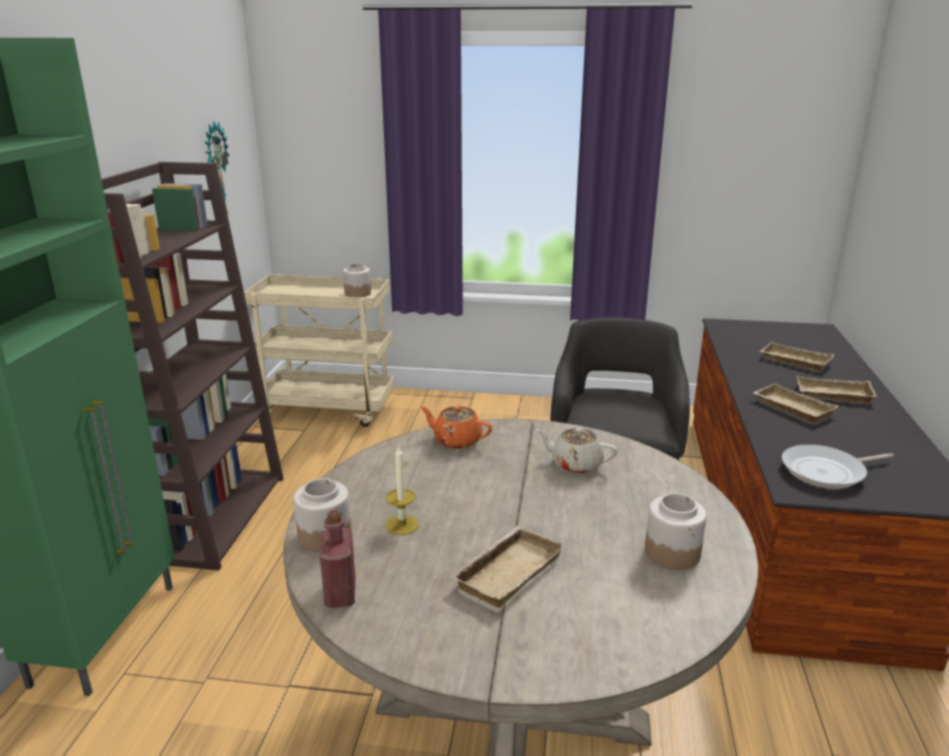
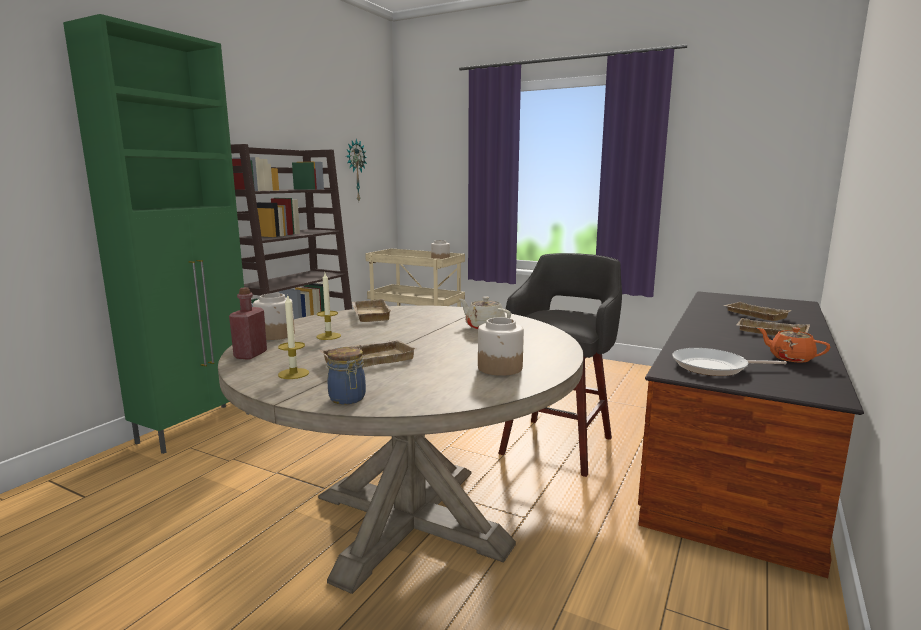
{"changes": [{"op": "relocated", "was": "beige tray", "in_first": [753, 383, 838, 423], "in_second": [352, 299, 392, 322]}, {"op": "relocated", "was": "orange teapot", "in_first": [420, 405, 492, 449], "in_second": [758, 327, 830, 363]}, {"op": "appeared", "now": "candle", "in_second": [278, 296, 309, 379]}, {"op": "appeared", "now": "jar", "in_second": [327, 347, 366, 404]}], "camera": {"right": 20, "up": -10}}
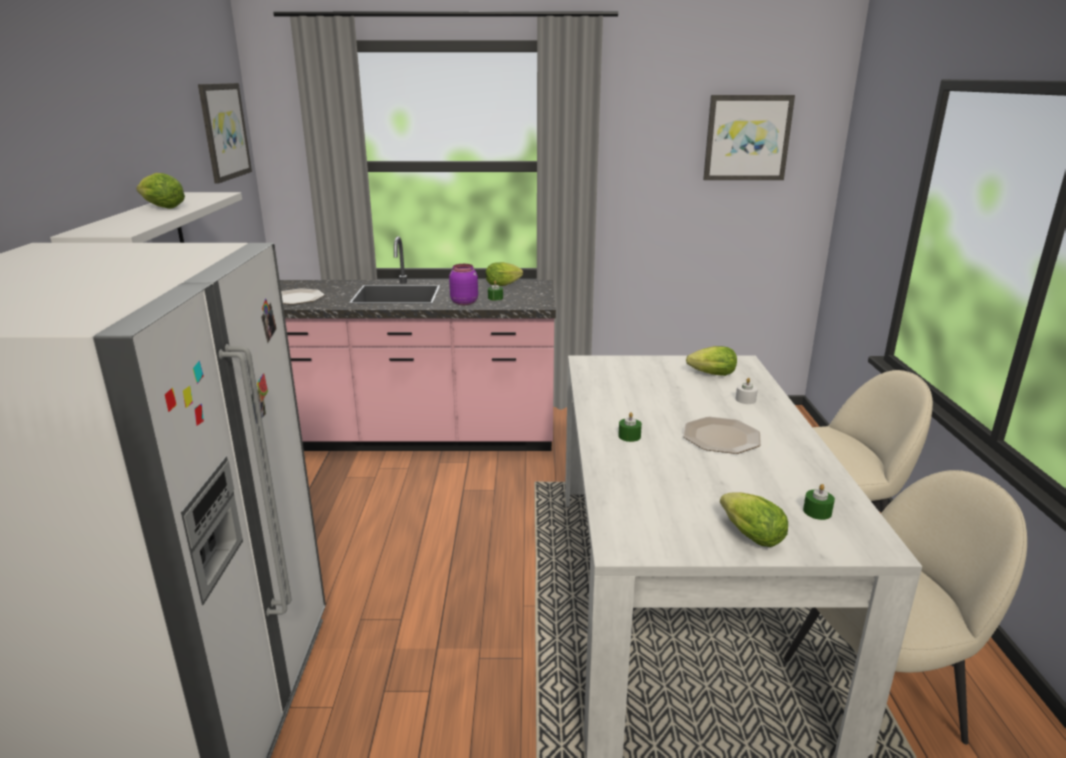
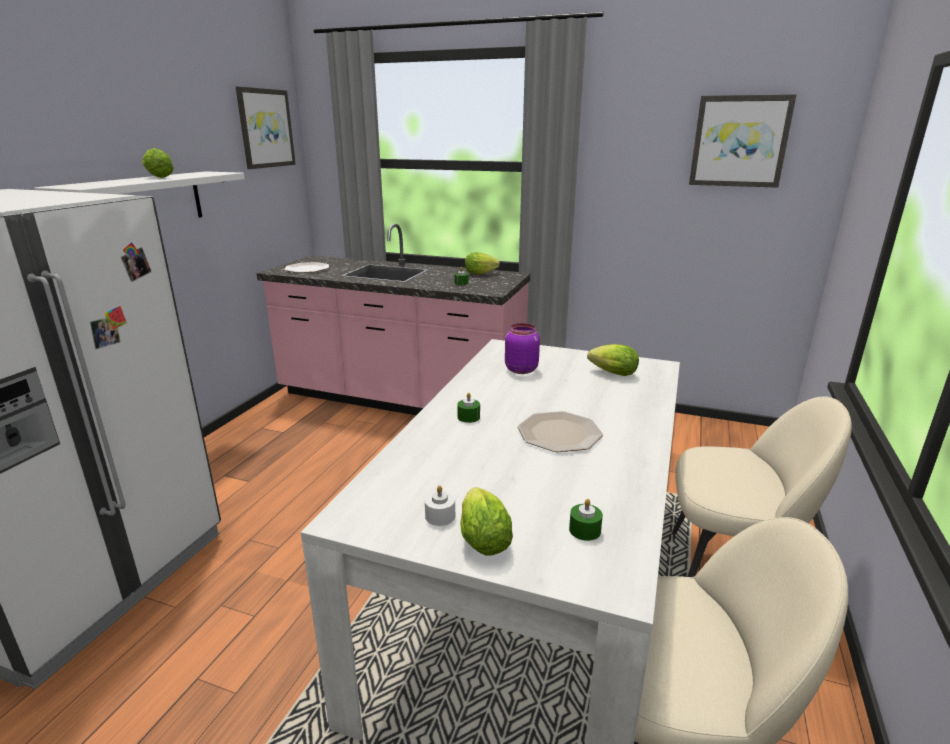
{"changes": [{"op": "relocated", "was": "purple jar", "in_first": [449, 264, 478, 305], "in_second": [505, 323, 540, 374]}, {"op": "relocated", "was": "white candle", "in_first": [736, 378, 758, 404], "in_second": [425, 485, 455, 526]}], "camera": {"right": 20, "up": 0}}
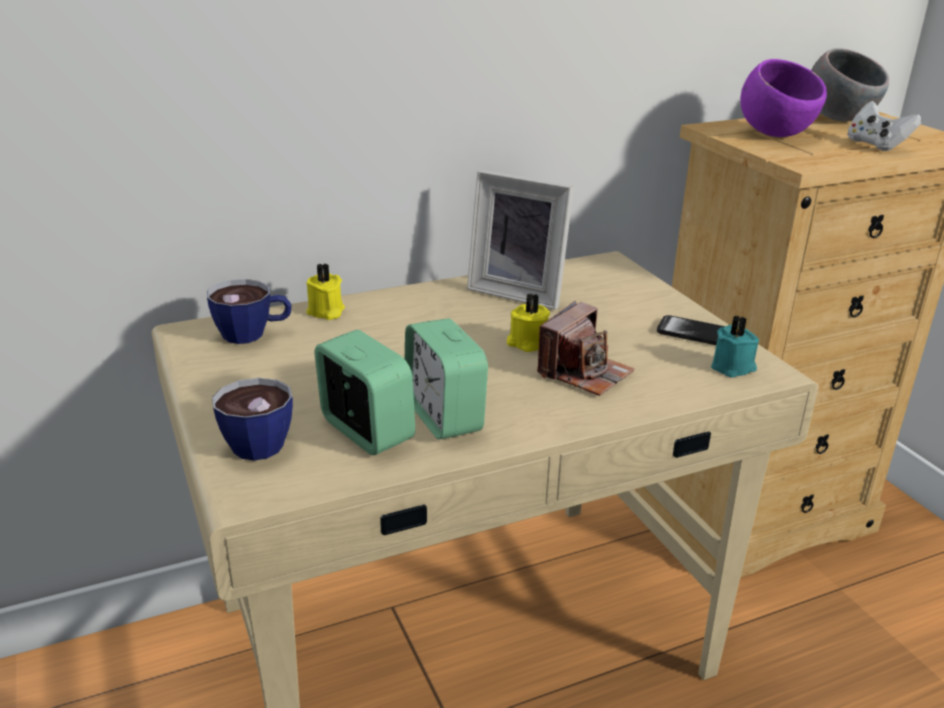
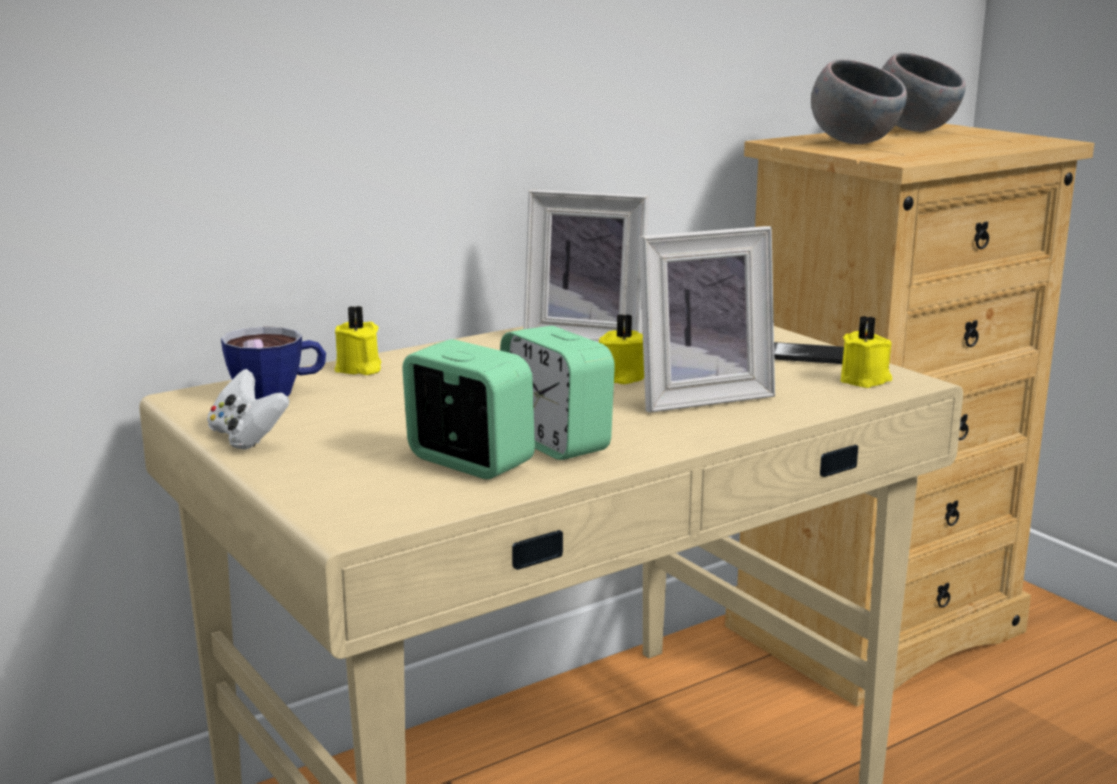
{"changes": [{"op": "colour", "was": "purple bowl", "now": "grey bowl", "in_first": [740, 59, 827, 137], "in_second": [811, 59, 907, 144]}, {"op": "relocated", "was": "white game controller", "in_first": [847, 101, 921, 151], "in_second": [207, 369, 290, 450]}, {"op": "exchanged", "was": "photo camera", "now": "picture frame", "in_first": [537, 301, 634, 396], "in_second": [639, 226, 775, 413]}, {"op": "colour", "was": "turquoise candle", "now": "yellow candle", "in_first": [711, 316, 759, 378], "in_second": [841, 316, 892, 388]}, {"op": "missing", "was": "cup", "in_first": [212, 378, 293, 461]}], "camera": {"right": -10, "up": -10}}
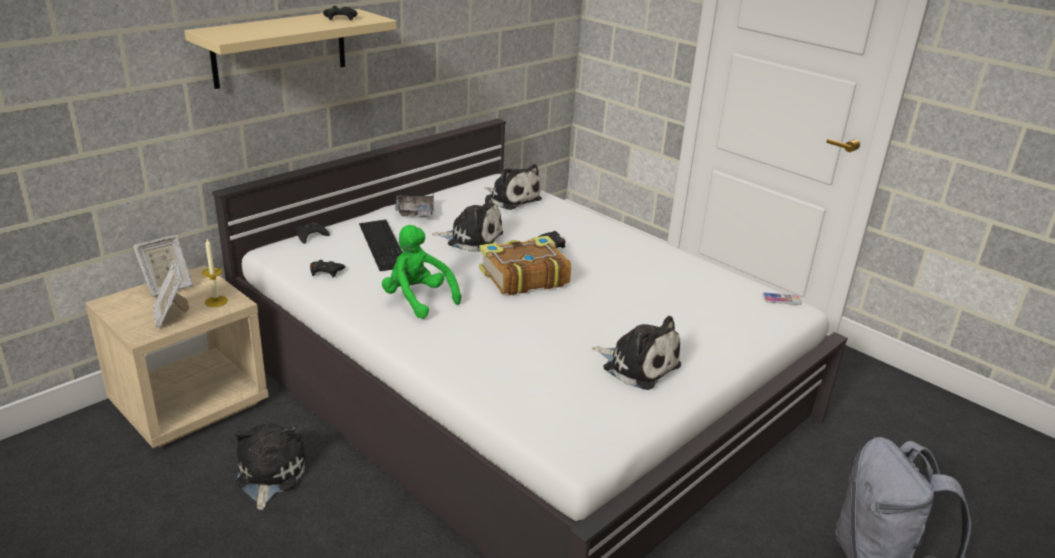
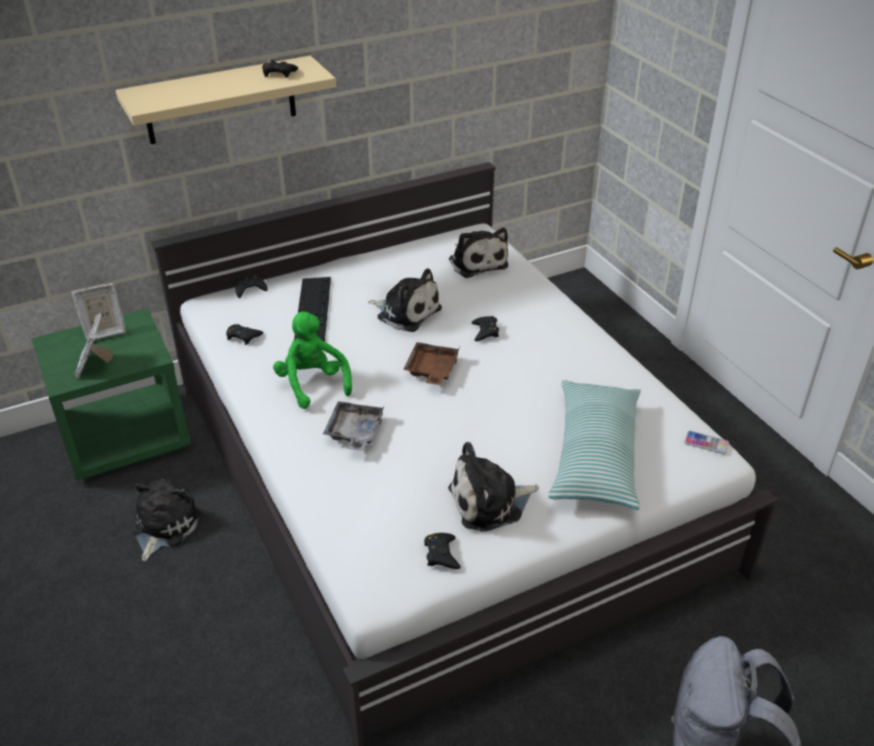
{"changes": [{"op": "relocated", "was": "grey tray", "in_first": [395, 193, 434, 217], "in_second": [323, 401, 384, 451]}, {"op": "exchanged", "was": "book", "now": "brown tray", "in_first": [479, 236, 571, 295], "in_second": [403, 342, 459, 385]}, {"op": "missing", "was": "candle", "in_first": [202, 239, 228, 307]}, {"op": "colour", "was": "beige nightstand", "now": "green nightstand", "in_first": [85, 265, 269, 448], "in_second": [32, 308, 191, 480]}, {"op": "spun", "was": "plush toy", "in_first": [592, 316, 681, 390], "in_second": [448, 442, 539, 532], "clockwise": 105}, {"op": "appeared", "now": "pillow", "in_second": [548, 380, 641, 510]}, {"op": "appeared", "now": "black game controller", "in_second": [424, 533, 461, 569]}], "camera": {"right": 20, "up": 10}}
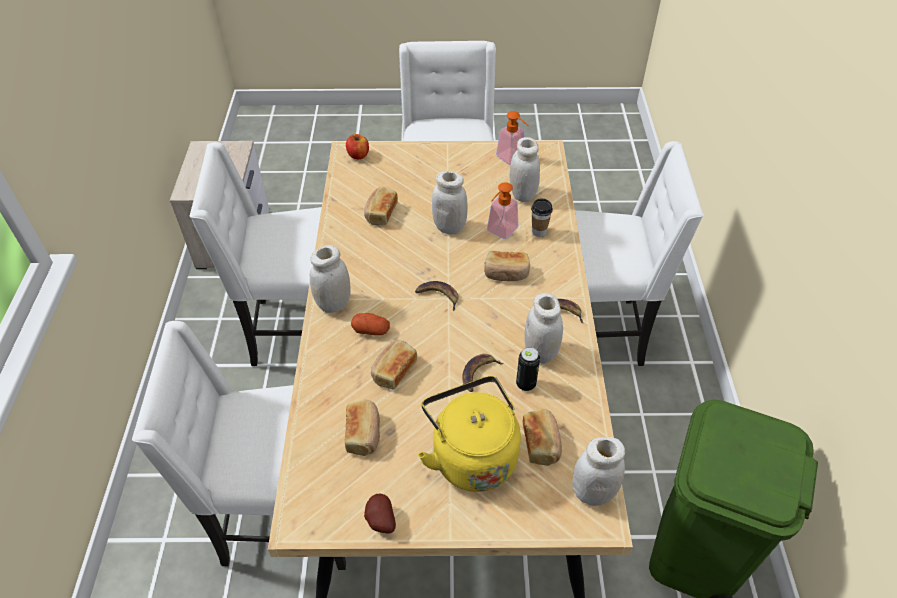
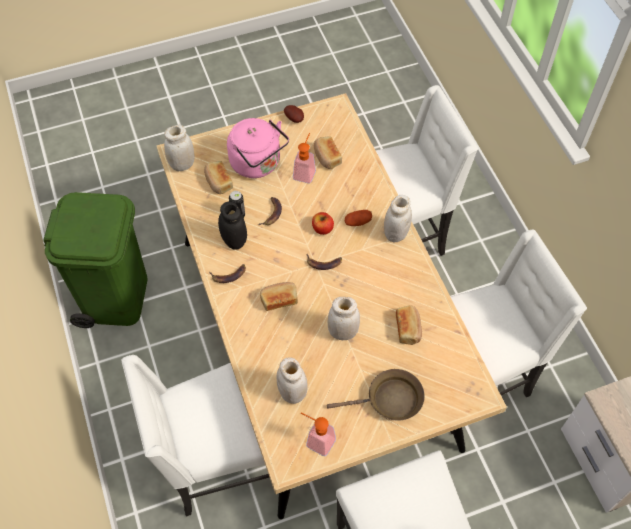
{"changes": [{"op": "relocated", "was": "apple", "in_first": [346, 134, 369, 159], "in_second": [312, 212, 334, 235]}, {"op": "relocated", "was": "soap dispenser", "in_first": [487, 182, 519, 239], "in_second": [293, 133, 316, 183]}, {"op": "missing", "was": "cup", "in_first": [531, 198, 553, 237]}, {"op": "colour", "was": "white jar", "now": "black jar", "in_first": [524, 293, 563, 363], "in_second": [218, 201, 247, 250]}, {"op": "missing", "was": "bread", "in_first": [371, 340, 417, 389]}, {"op": "colour", "was": "yellow kettle", "now": "pink kettle", "in_first": [418, 376, 521, 492], "in_second": [227, 118, 289, 178]}, {"op": "appeared", "now": "brown frying pan", "in_second": [327, 369, 425, 421]}], "camera": {"right": 160, "up": 10}}
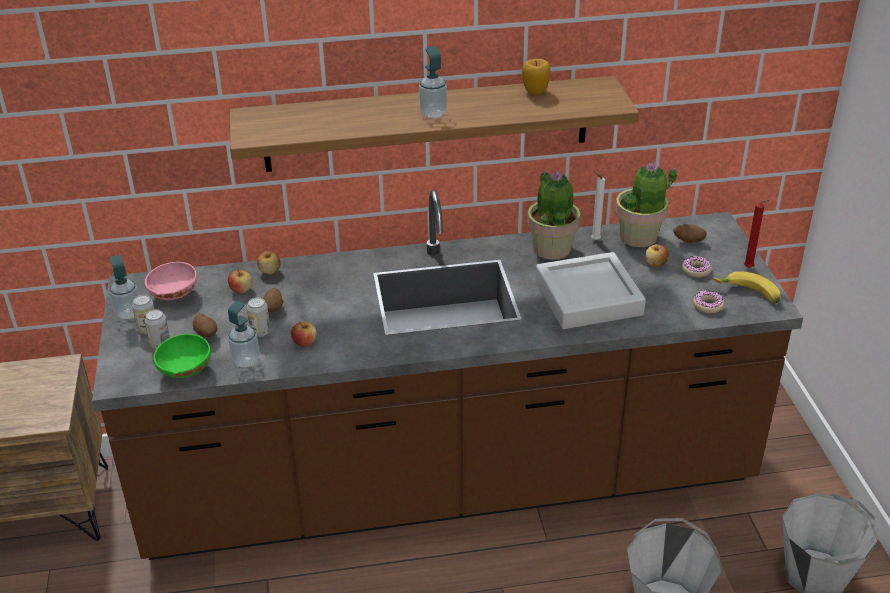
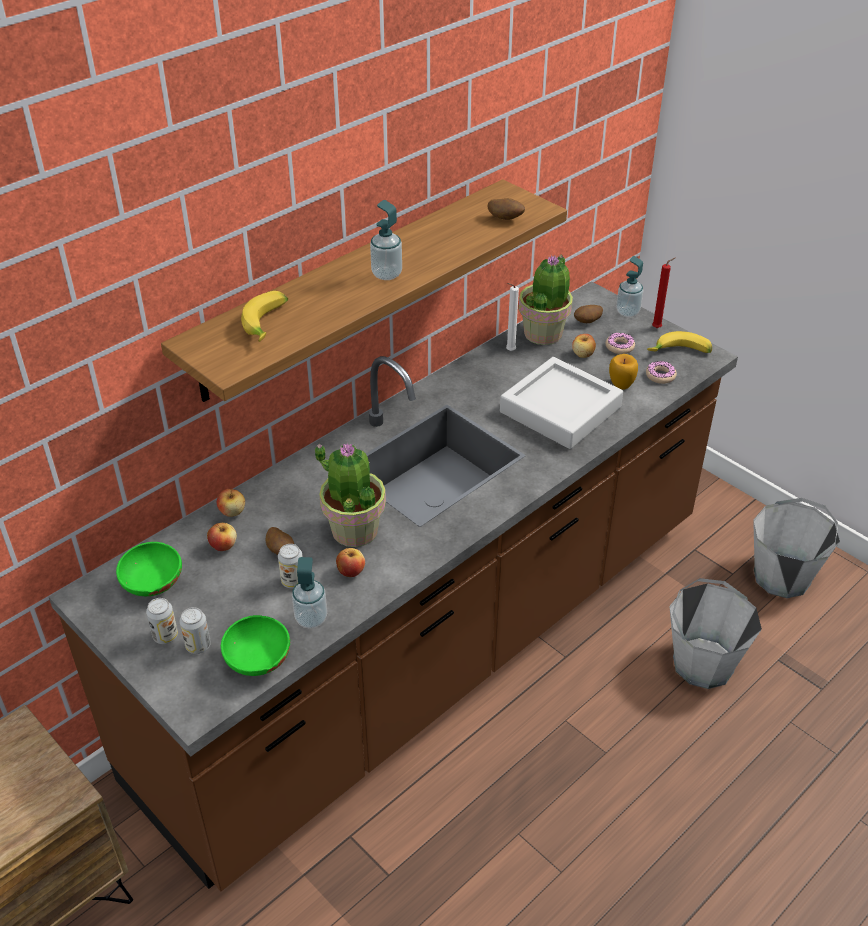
{"changes": [{"op": "relocated", "was": "apple", "in_first": [522, 59, 550, 95], "in_second": [609, 354, 638, 390]}, {"op": "relocated", "was": "potted plant", "in_first": [527, 170, 581, 260], "in_second": [315, 443, 386, 547]}, {"op": "relocated", "was": "soap dispenser", "in_first": [110, 255, 139, 319], "in_second": [616, 256, 644, 317]}, {"op": "colour", "was": "pink bowl", "now": "green bowl", "in_first": [145, 262, 197, 300], "in_second": [116, 542, 182, 596]}, {"op": "relocated", "was": "potato", "in_first": [193, 314, 217, 337], "in_second": [488, 198, 525, 220]}, {"op": "appeared", "now": "banana", "in_second": [241, 291, 288, 342]}], "camera": {"right": -35, "up": 5}}
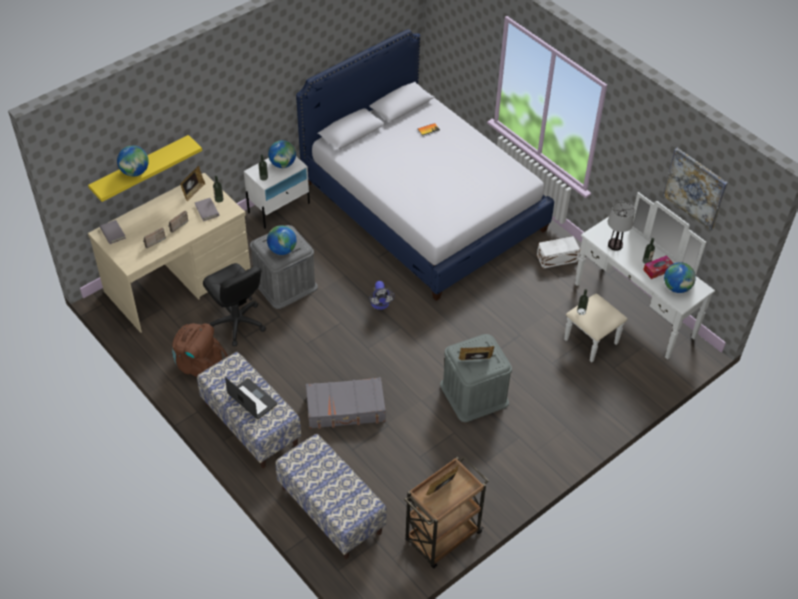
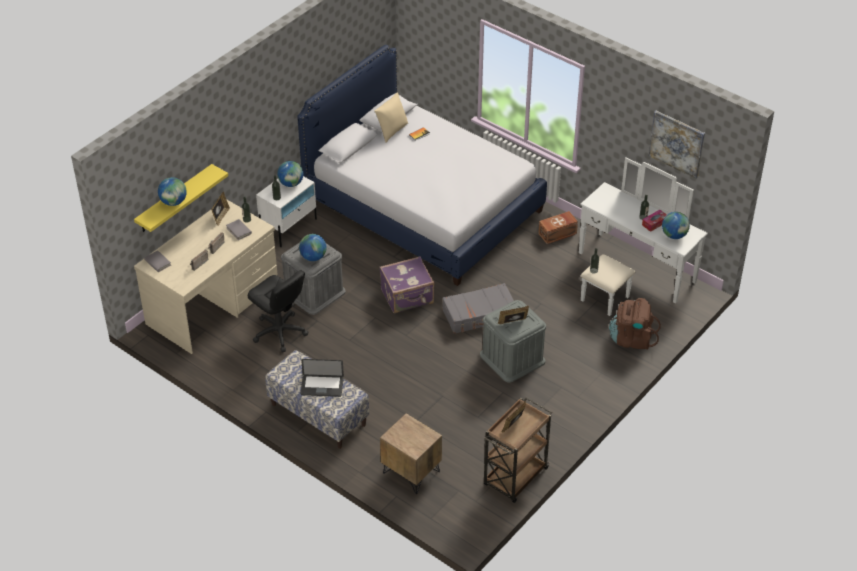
{"changes": [{"op": "missing", "was": "table lamp", "in_first": [608, 202, 635, 251]}, {"op": "colour", "was": "white storage box", "now": "brown storage box", "in_first": [537, 236, 580, 269], "in_second": [538, 211, 578, 244]}, {"op": "exchanged", "was": "fan", "now": "purple suitcase", "in_first": [369, 281, 395, 310], "in_second": [380, 256, 434, 314]}, {"op": "relocated", "was": "brown backpack", "in_first": [172, 323, 228, 377], "in_second": [609, 298, 661, 350]}, {"op": "spun", "was": "laptop", "in_first": [225, 377, 277, 419], "in_second": [300, 359, 344, 397], "clockwise": 150}, {"op": "relocated", "was": "grey suitcase", "in_first": [306, 377, 386, 429], "in_second": [442, 283, 514, 334]}, {"op": "exchanged", "was": "bench", "now": "brown nightstand", "in_first": [275, 434, 387, 559], "in_second": [380, 413, 442, 494]}, {"op": "appeared", "now": "beige pillow", "in_second": [374, 92, 408, 143]}], "camera": {"right": -10, "up": -5}}
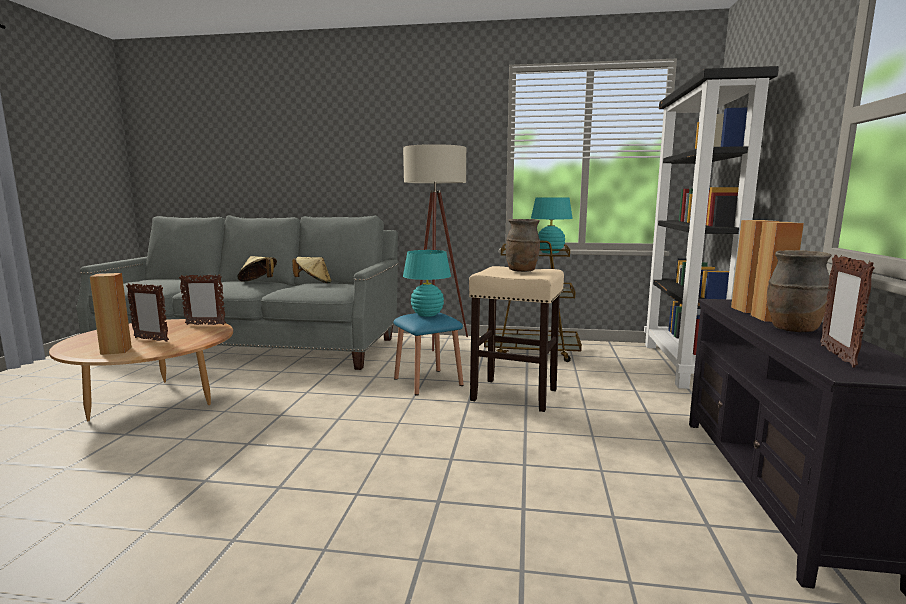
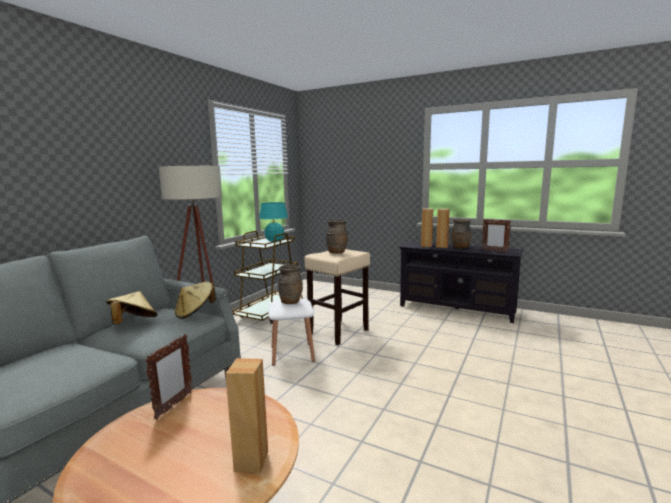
{"changes": [{"op": "missing", "was": "black bookcase", "in_first": [644, 66, 779, 389]}, {"op": "exchanged", "was": "turquoise table lamp", "now": "brown vase", "in_first": [403, 250, 451, 317], "in_second": [278, 265, 303, 304]}, {"op": "relocated", "was": "beige hat", "in_first": [237, 256, 277, 282], "in_second": [175, 282, 216, 319]}, {"op": "missing", "was": "picture frame", "in_first": [126, 283, 169, 342]}, {"op": "colour", "was": "blue stool", "now": "white stool", "in_first": [393, 312, 464, 396], "in_second": [268, 299, 315, 366]}], "camera": {"right": -70, "up": 0}}
